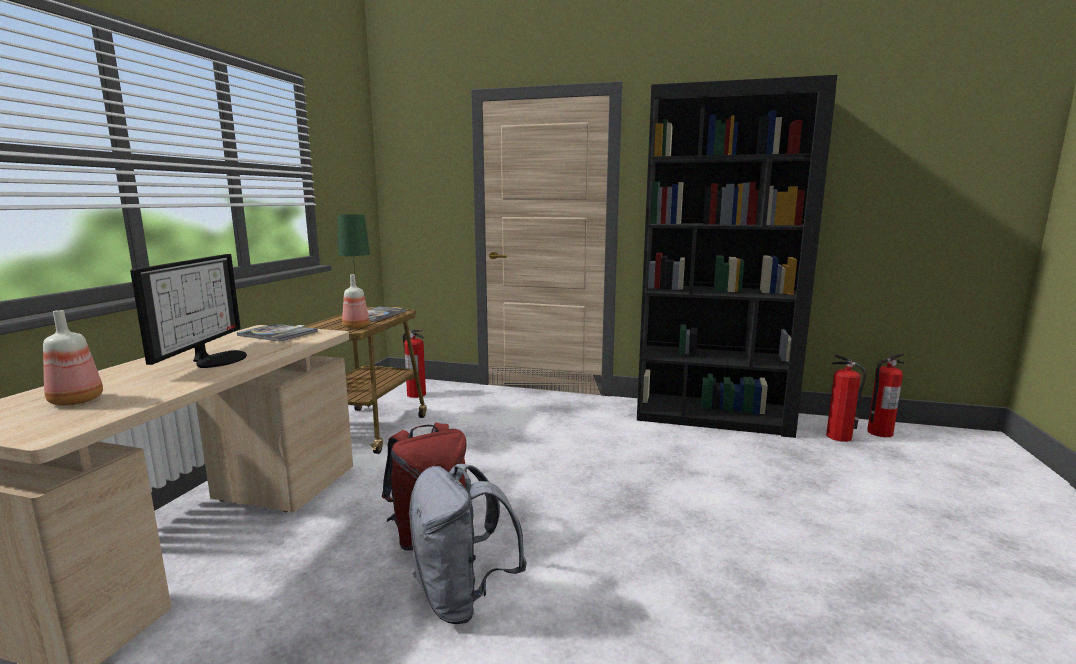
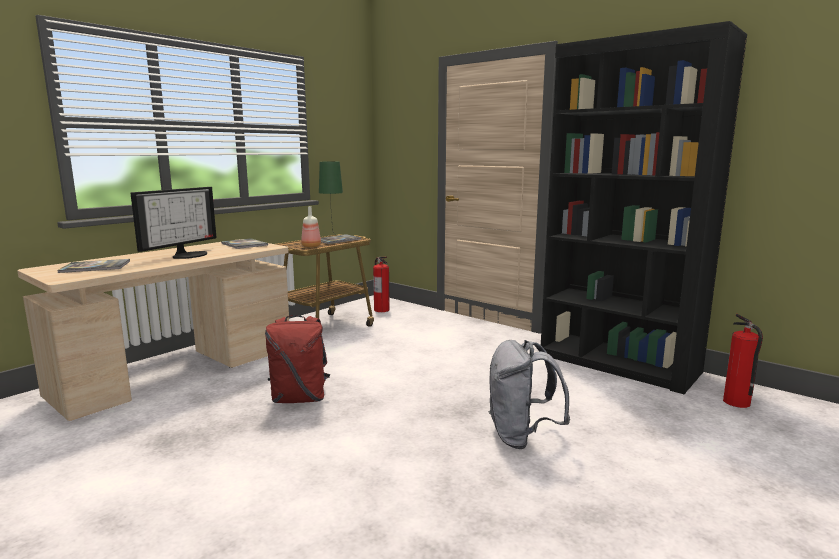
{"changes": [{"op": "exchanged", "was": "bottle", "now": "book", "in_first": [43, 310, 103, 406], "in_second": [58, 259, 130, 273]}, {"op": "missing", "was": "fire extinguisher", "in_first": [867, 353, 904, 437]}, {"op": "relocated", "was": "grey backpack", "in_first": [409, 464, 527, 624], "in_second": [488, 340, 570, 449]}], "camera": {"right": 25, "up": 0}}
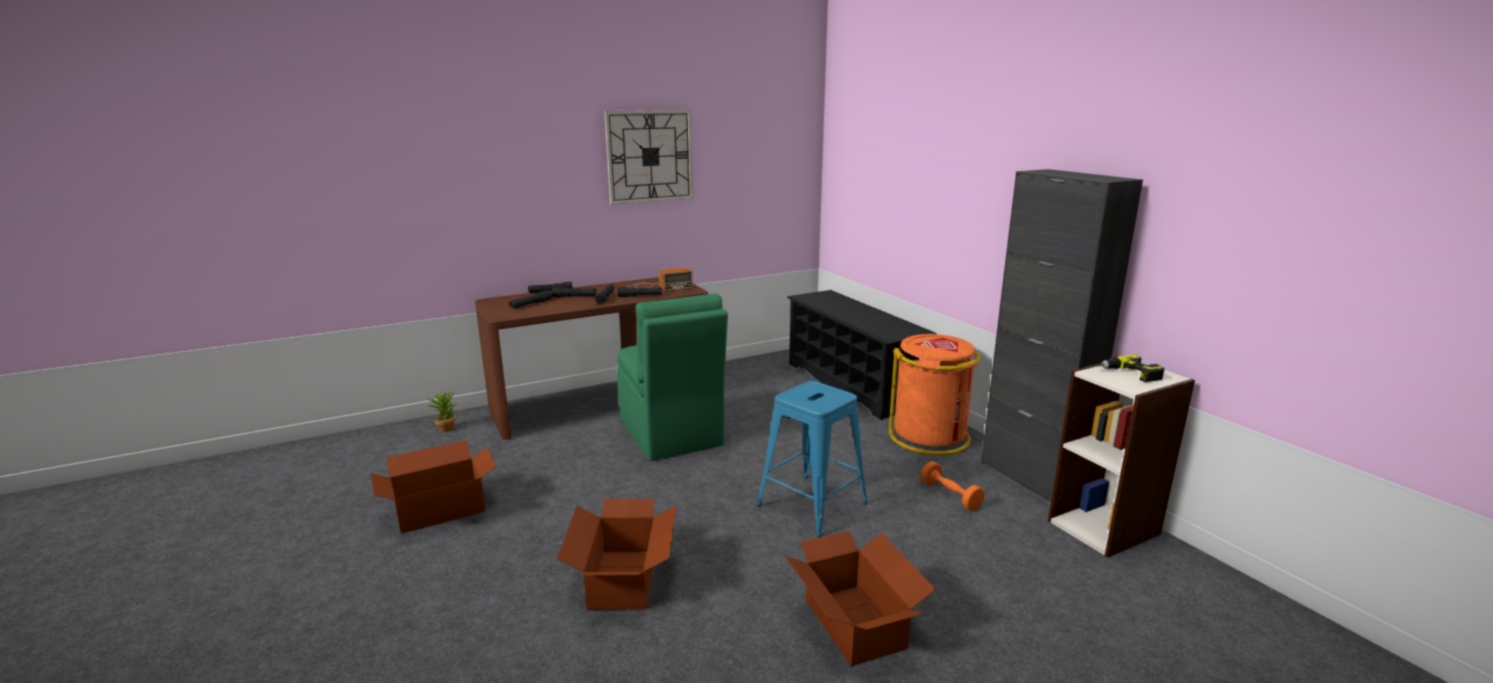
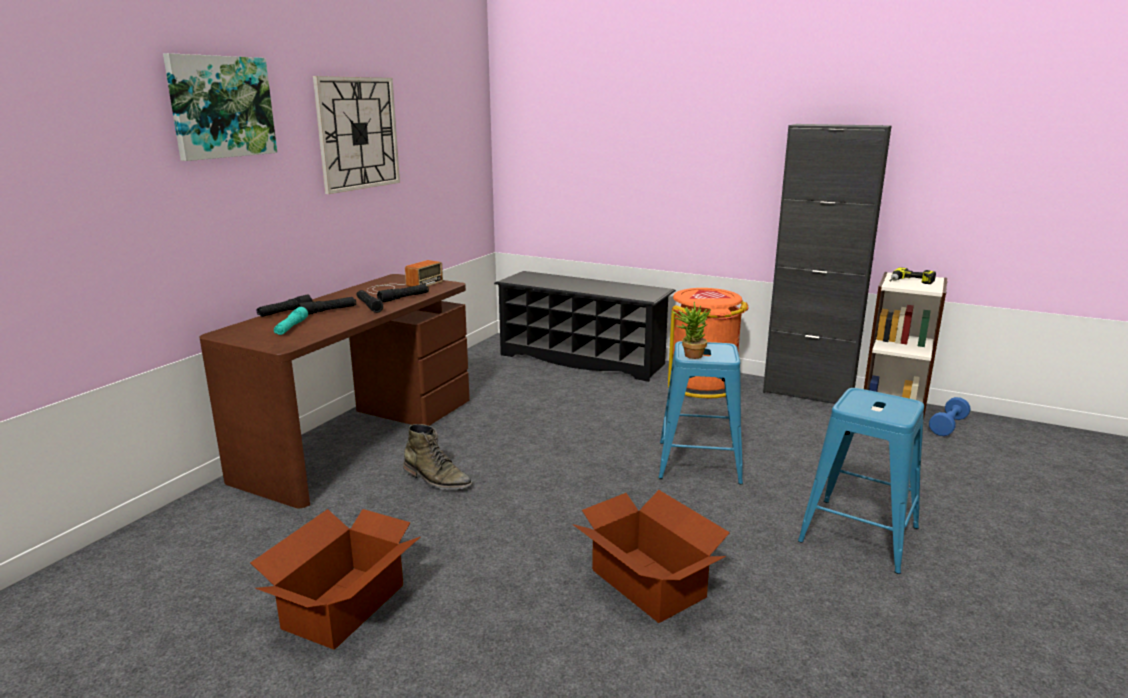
{"changes": [{"op": "colour", "was": "black flashlight", "now": "turquoise flashlight", "in_first": [509, 290, 552, 308], "in_second": [274, 307, 308, 335]}, {"op": "missing", "was": "green chair", "in_first": [617, 293, 728, 461]}, {"op": "relocated", "was": "potted plant", "in_first": [427, 391, 457, 432], "in_second": [672, 302, 711, 359]}, {"op": "missing", "was": "orange dumbbell", "in_first": [920, 461, 985, 511]}, {"op": "exchanged", "was": "cardboard box", "now": "blue stool", "in_first": [785, 531, 936, 666], "in_second": [798, 388, 924, 574]}, {"op": "appeared", "now": "picture", "in_second": [163, 53, 277, 161]}, {"op": "appeared", "now": "blue dumbbell", "in_second": [929, 397, 970, 436]}, {"op": "appeared", "now": "green boot", "in_second": [403, 424, 473, 490]}], "camera": {"right": -35, "up": 0}}
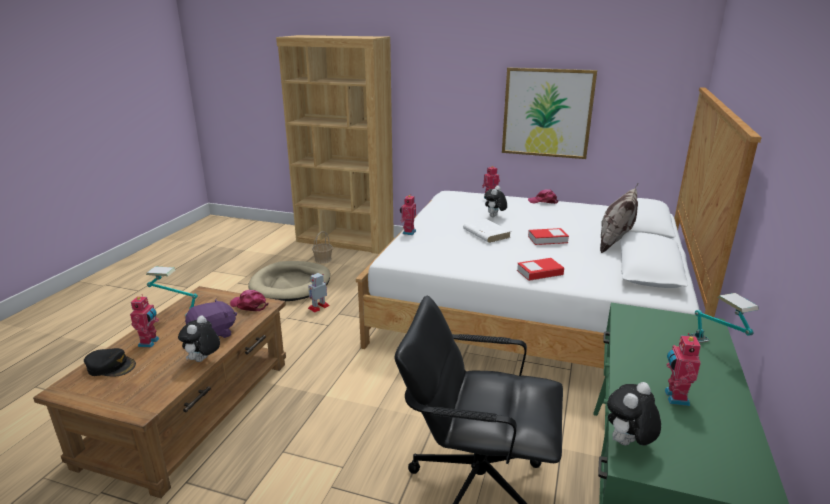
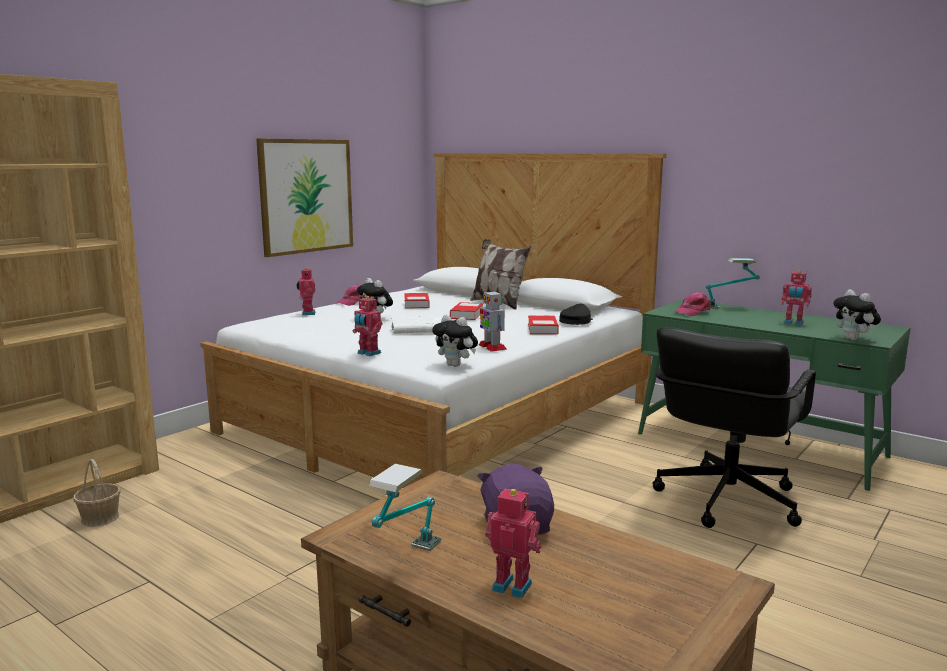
{"changes": [{"op": "missing", "was": "beige dog bed", "in_first": [248, 261, 330, 301]}, {"op": "relocated", "was": "toy robot", "in_first": [308, 273, 330, 312], "in_second": [479, 290, 507, 352]}, {"op": "relocated", "was": "pink cap", "in_first": [230, 290, 269, 311], "in_second": [675, 292, 711, 316]}, {"op": "relocated", "was": "plush toy", "in_first": [178, 315, 220, 362], "in_second": [432, 315, 478, 367]}, {"op": "relocated", "was": "black cap", "in_first": [84, 348, 136, 376], "in_second": [559, 304, 593, 325]}, {"op": "appeared", "now": "book", "in_second": [404, 293, 429, 309]}], "camera": {"right": -70, "up": -10}}
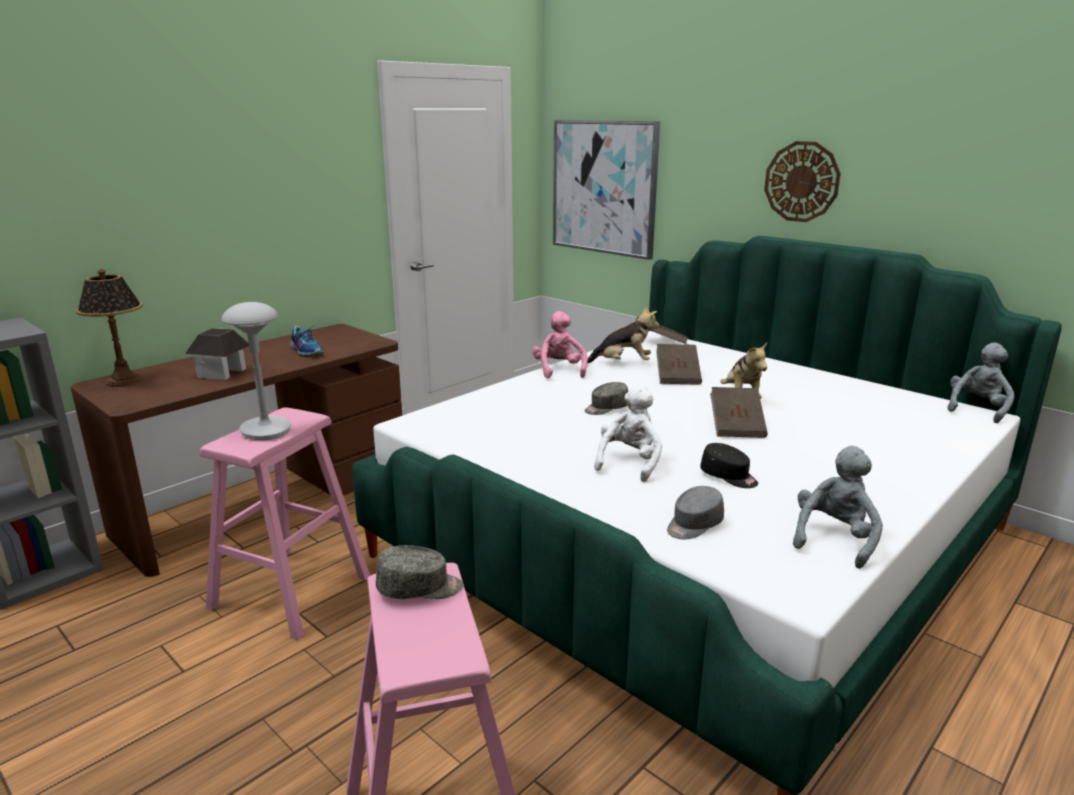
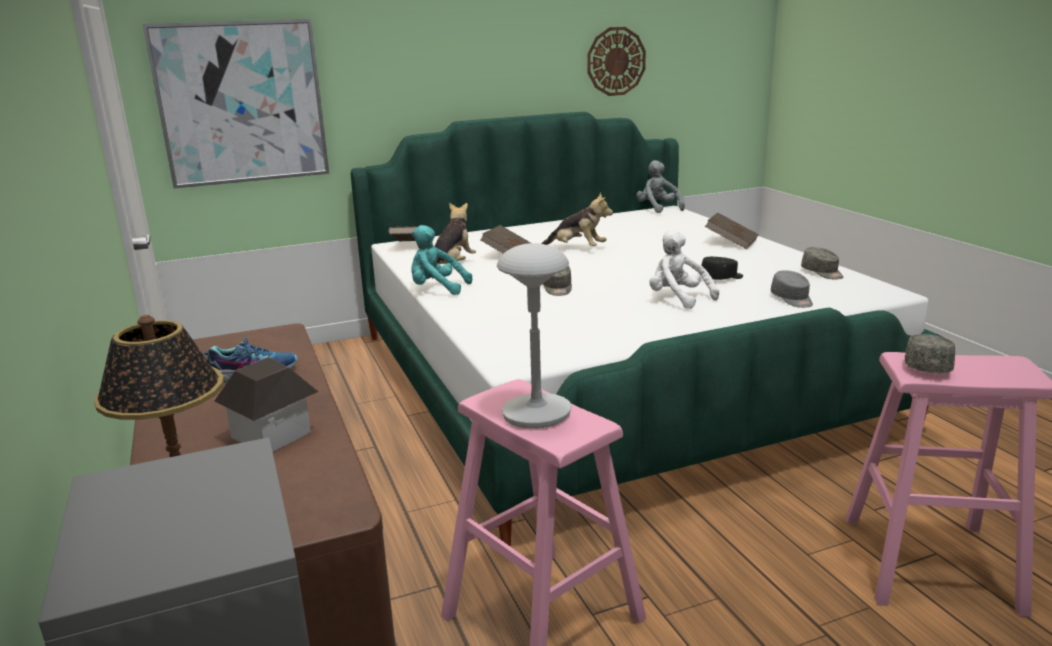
{"changes": [{"op": "relocated", "was": "wall clock", "in_first": [764, 141, 841, 222], "in_second": [587, 27, 646, 96]}, {"op": "colour", "was": "pink plush toy", "now": "turquoise plush toy", "in_first": [532, 311, 588, 378], "in_second": [411, 225, 472, 295]}, {"op": "relocated", "was": "brown book", "in_first": [710, 387, 768, 438], "in_second": [705, 213, 759, 249]}, {"op": "exchanged", "was": "grey plush toy", "now": "grey cap", "in_first": [793, 446, 883, 569], "in_second": [801, 247, 844, 279]}], "camera": {"right": -65, "up": 0}}
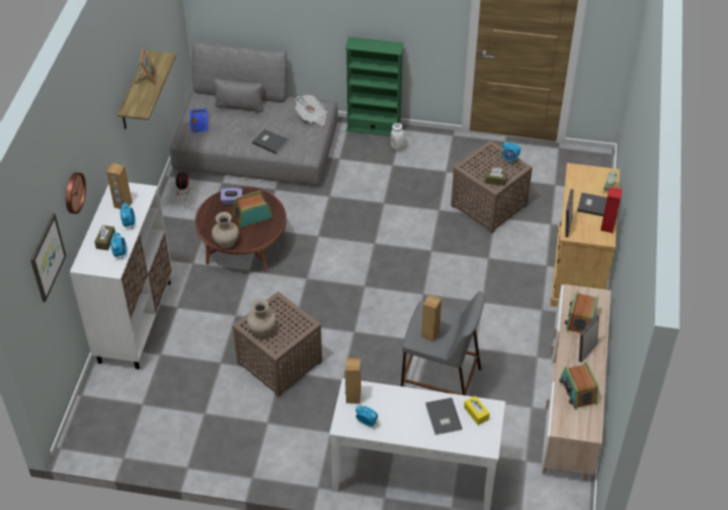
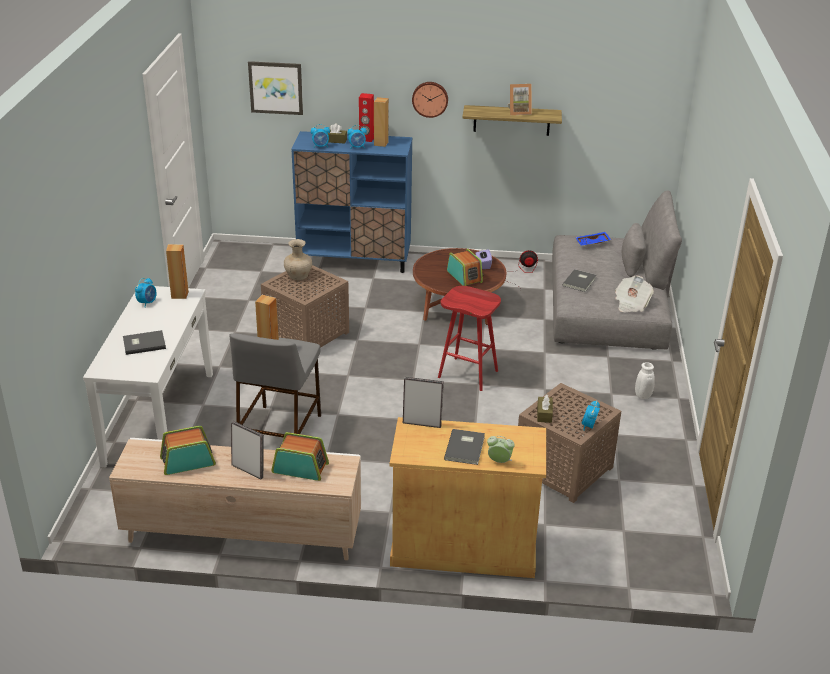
{"changes": [{"op": "missing", "was": "green bookcase", "in_first": [345, 37, 404, 136]}, {"op": "relocated", "was": "wall clock", "in_first": [66, 172, 86, 214], "in_second": [412, 82, 448, 118]}, {"op": "colour", "was": "white cabinet", "now": "blue cabinet", "in_first": [70, 182, 172, 369], "in_second": [291, 131, 412, 273]}, {"op": "relocated", "was": "red speaker", "in_first": [600, 187, 622, 233], "in_second": [359, 93, 374, 142]}, {"op": "missing", "was": "beige vase", "in_first": [211, 212, 239, 248]}, {"op": "missing", "was": "yellow tissue box", "in_first": [464, 396, 490, 425]}, {"op": "appeared", "now": "red stool", "in_second": [438, 286, 501, 391]}], "camera": {"right": 85, "up": -15}}
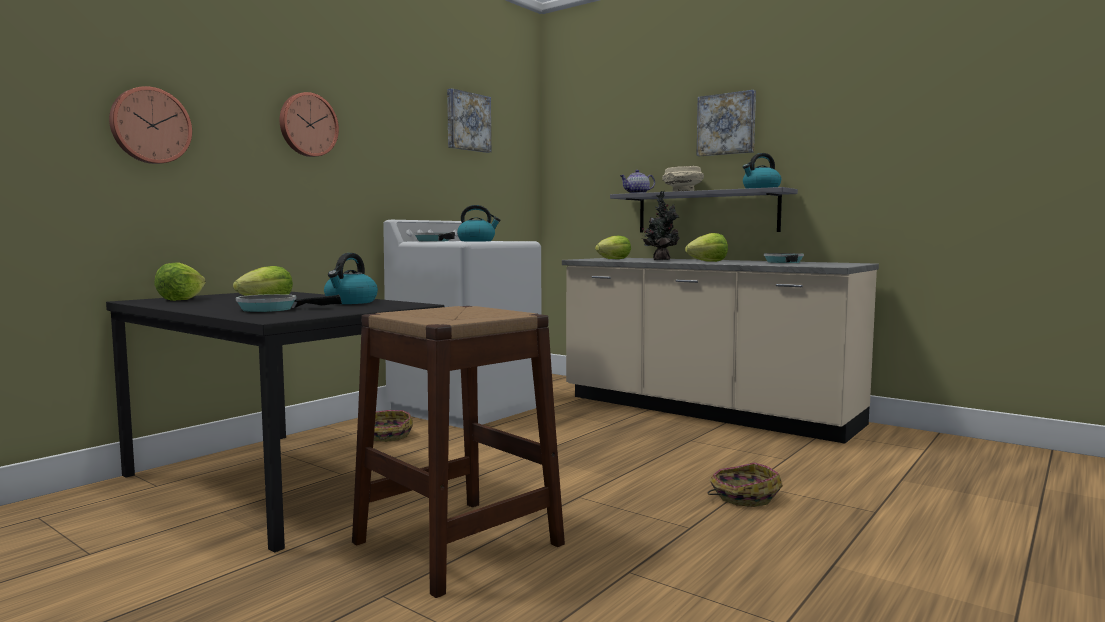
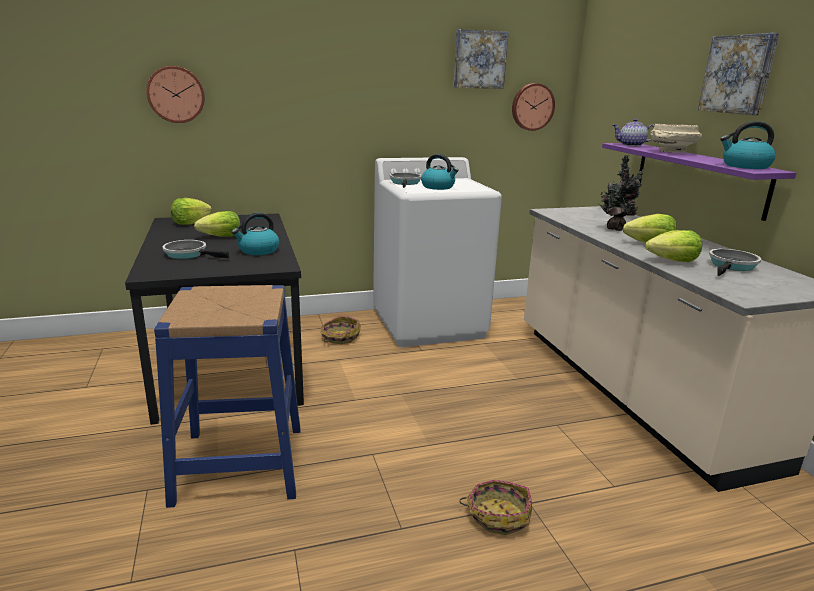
{"changes": [{"op": "relocated", "was": "wall clock", "in_first": [280, 92, 339, 157], "in_second": [512, 83, 555, 131]}, {"op": "colour", "was": "grey shelf", "now": "purple shelf", "in_first": [610, 187, 798, 232], "in_second": [602, 143, 796, 221]}, {"op": "relocated", "was": "lettuce", "in_first": [595, 236, 631, 259], "in_second": [645, 230, 702, 262]}, {"op": "colour", "was": "brown stool", "now": "blue stool", "in_first": [352, 306, 565, 598], "in_second": [154, 285, 301, 508]}], "camera": {"right": 35, "up": 15}}
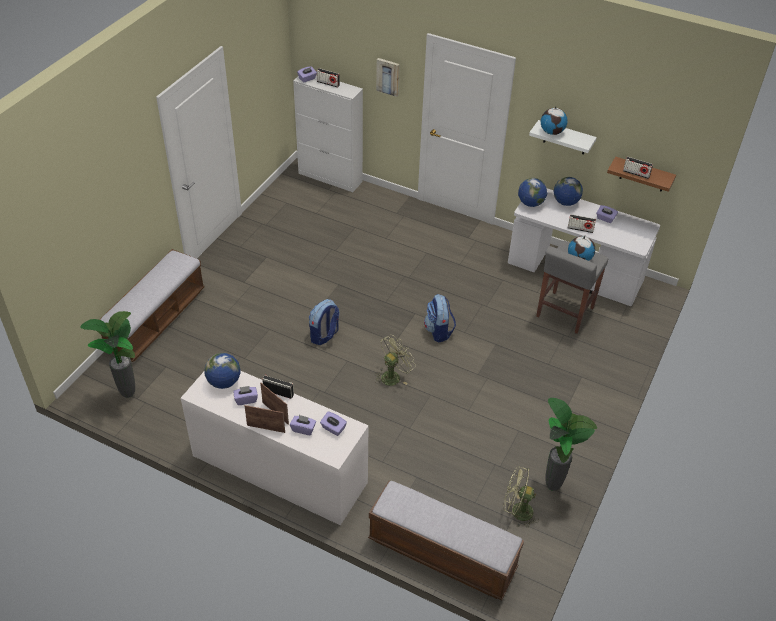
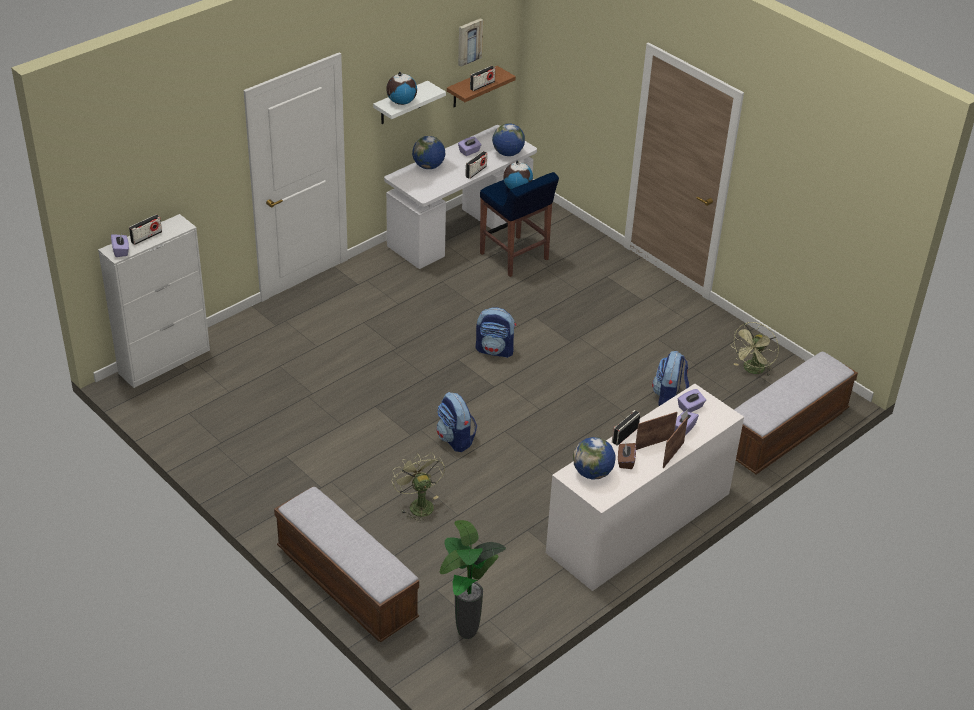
{"changes": [{"op": "relocated", "was": "picture", "in_first": [376, 58, 400, 97], "in_second": [458, 18, 483, 67]}, {"op": "relocated", "was": "globe", "in_first": [518, 178, 547, 207], "in_second": [492, 123, 525, 156]}, {"op": "colour", "was": "grey stool", "now": "blue stool", "in_first": [536, 241, 608, 334], "in_second": [480, 172, 559, 277]}, {"op": "relocated", "was": "green fan", "in_first": [375, 334, 416, 386], "in_second": [392, 452, 445, 523]}, {"op": "colour", "was": "purple tissue box", "now": "brown tissue box", "in_first": [233, 386, 258, 405], "in_second": [618, 443, 636, 469]}, {"op": "missing", "was": "potted plant", "in_first": [545, 398, 597, 491]}, {"op": "appeared", "now": "backpack", "in_second": [652, 351, 689, 406]}], "camera": {"right": -70, "up": -5}}
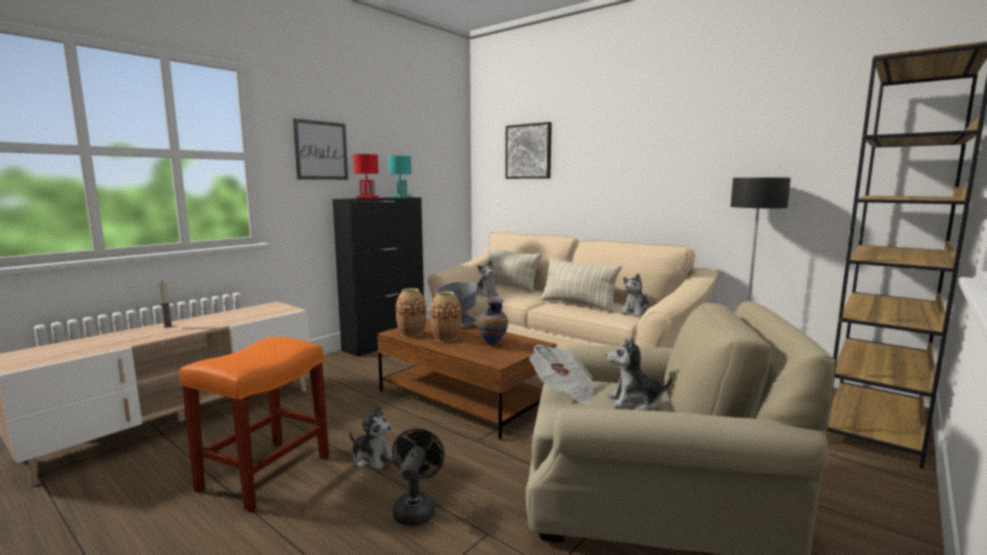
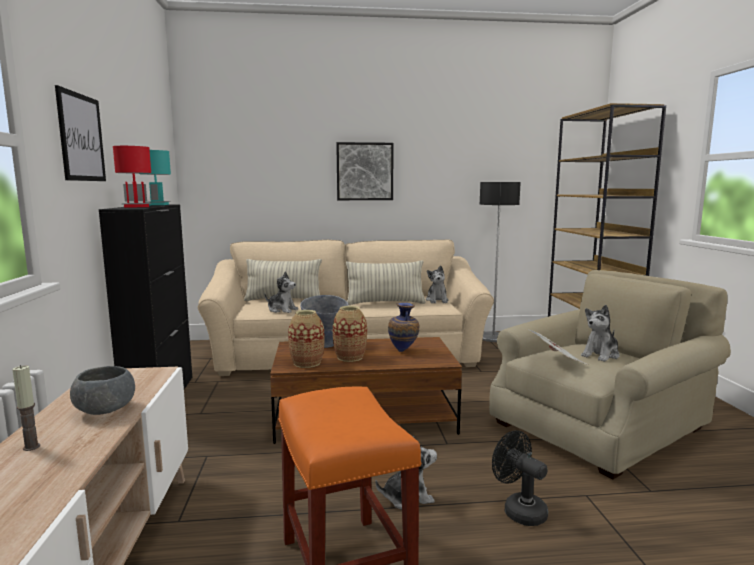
{"changes": [{"op": "relocated", "was": "picture", "in_first": [505, 122, 552, 179], "in_second": [336, 142, 394, 200]}, {"op": "appeared", "now": "grey bowl", "in_second": [70, 366, 135, 415]}], "camera": {"right": -45, "up": 0}}
